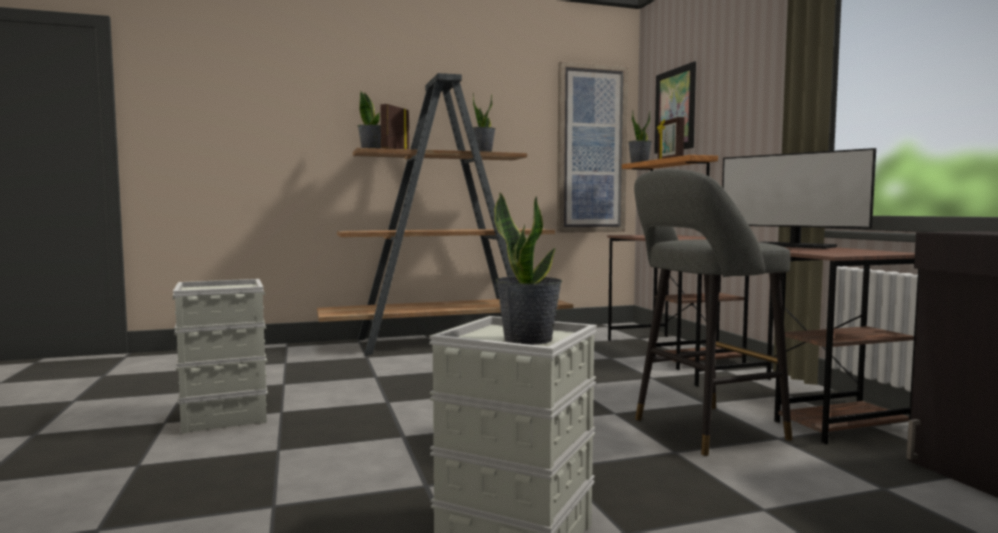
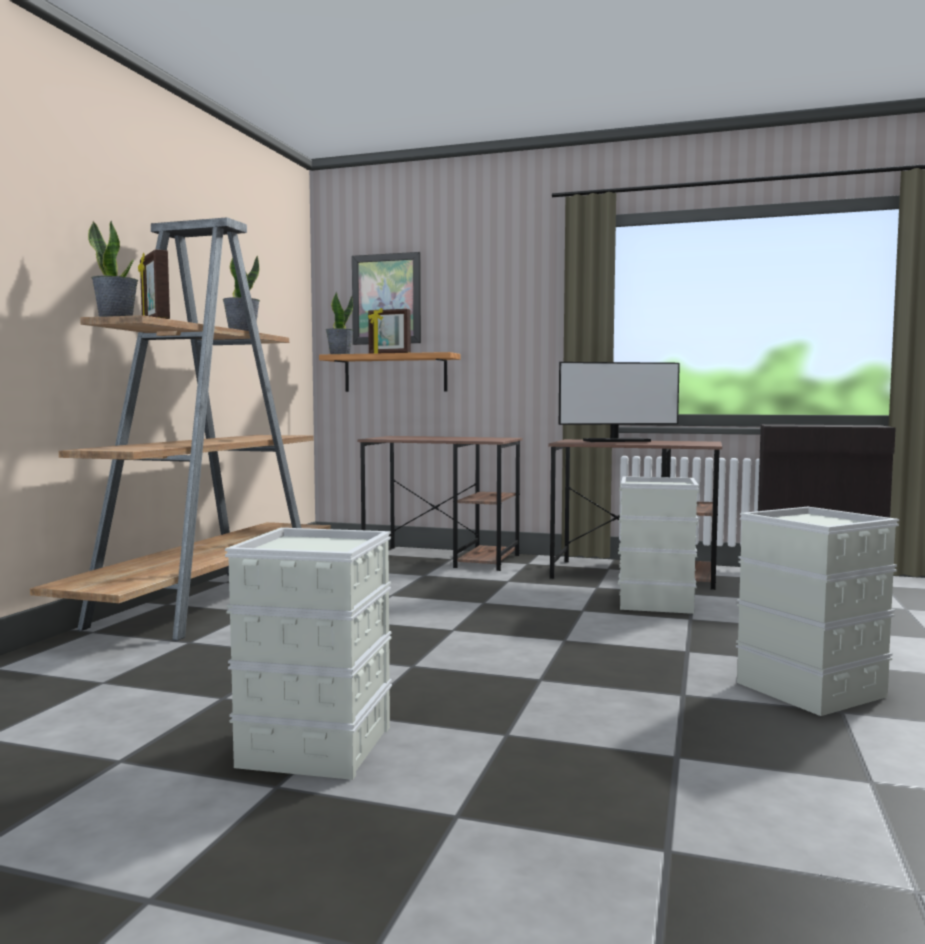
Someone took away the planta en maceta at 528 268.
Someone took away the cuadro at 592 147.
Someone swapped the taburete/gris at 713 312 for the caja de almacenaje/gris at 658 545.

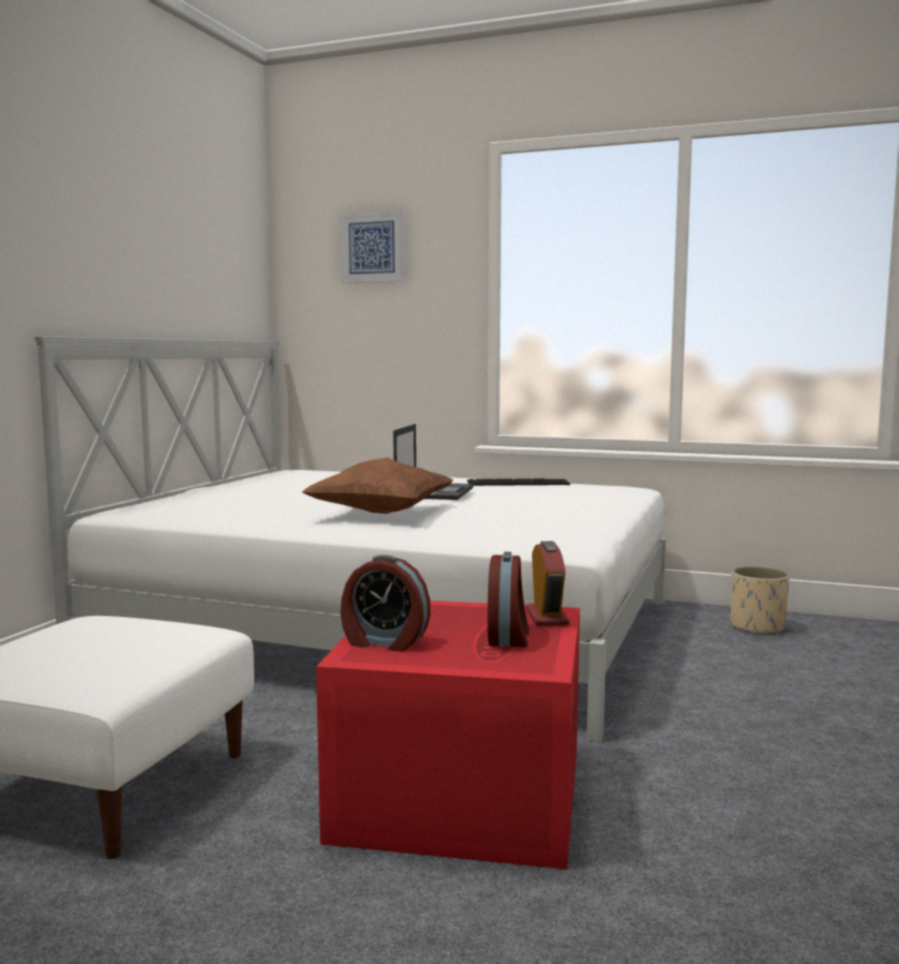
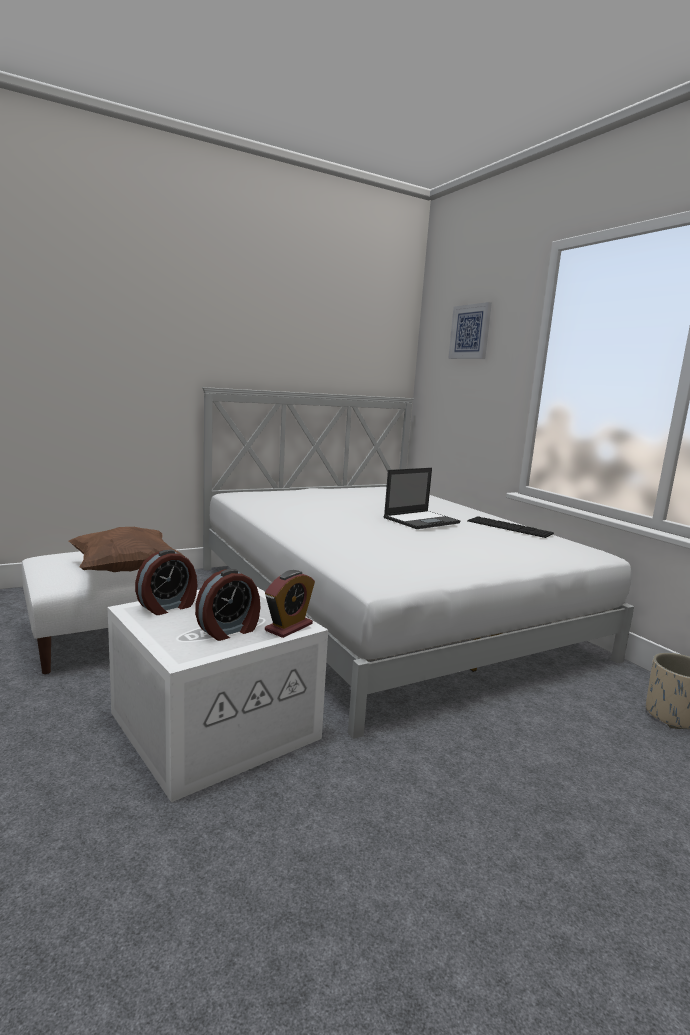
Someone carried the cojín/marrón from 377 485 to 127 549.
Someone repainted the caja de almacenaje/rojo at 448 735, which became the caja de almacenaje/blanco at 218 695.
Someone rotated the despertador at 385 603 by 105 degrees counterclockwise.

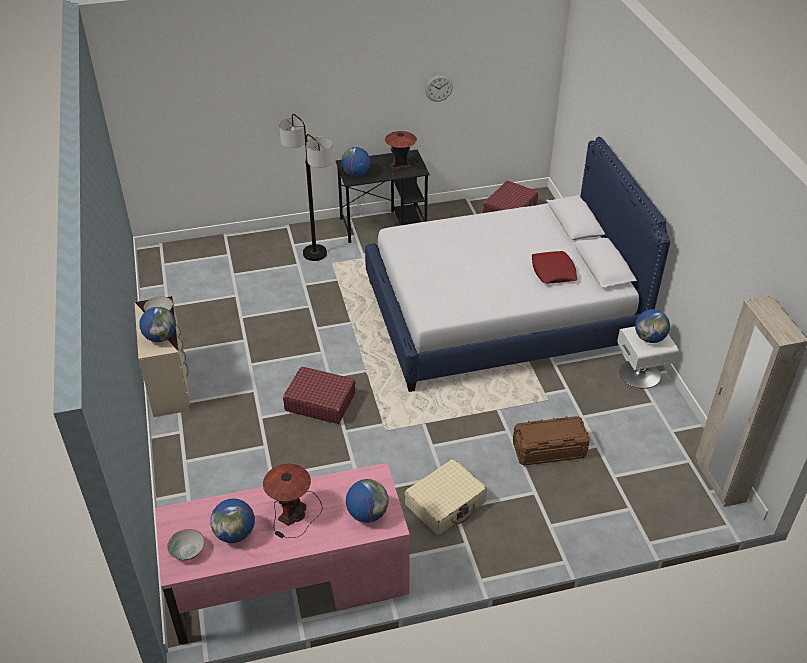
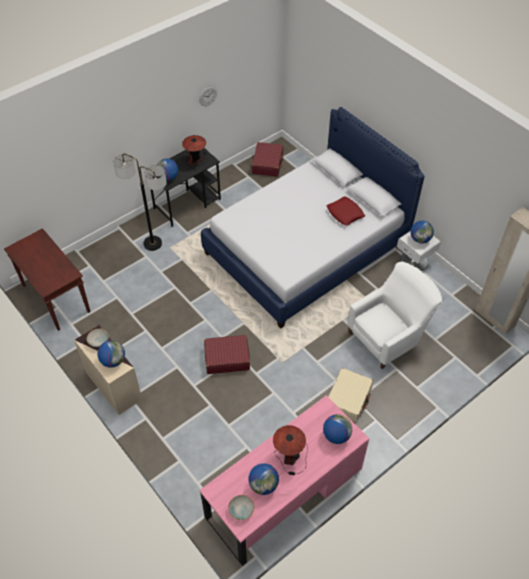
Someone put down the mesa consola/marrón at 47 279.
Someone swapped the caja de almacenaje/marrón at 551 441 for the sillón/blanco at 395 315.

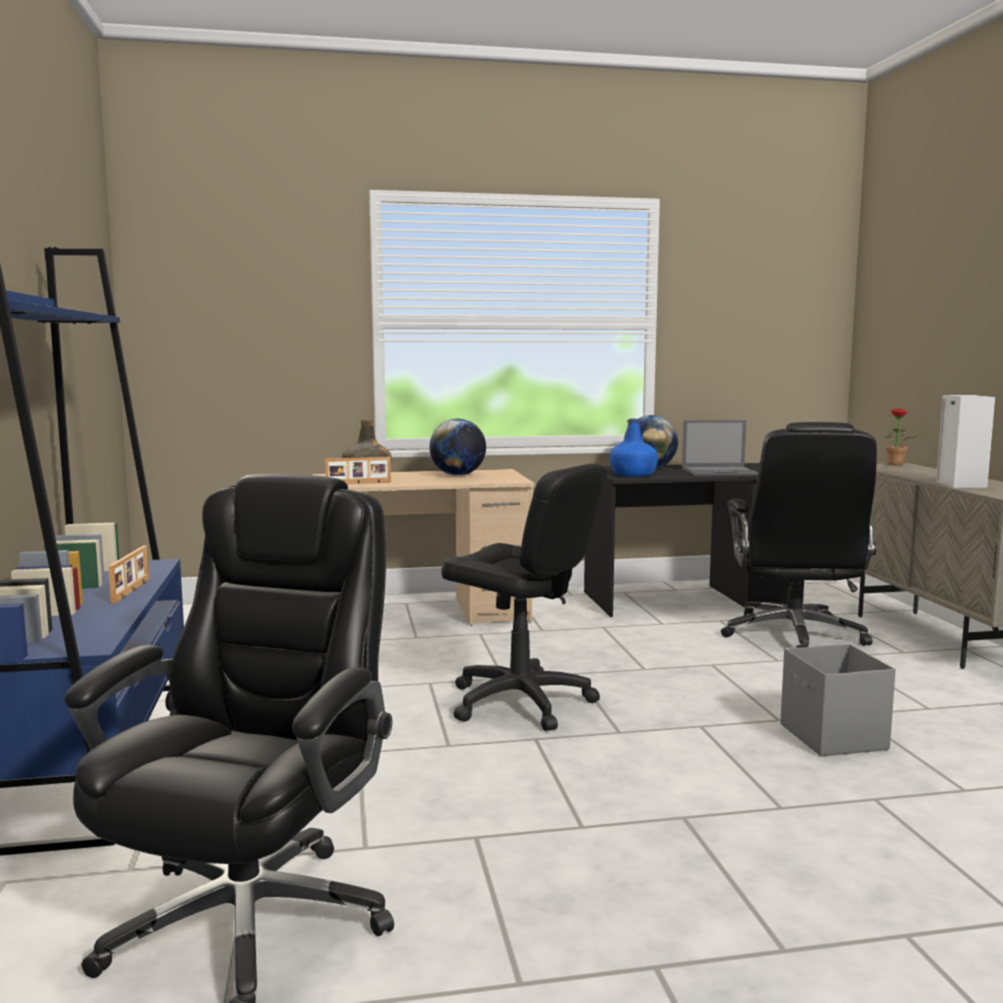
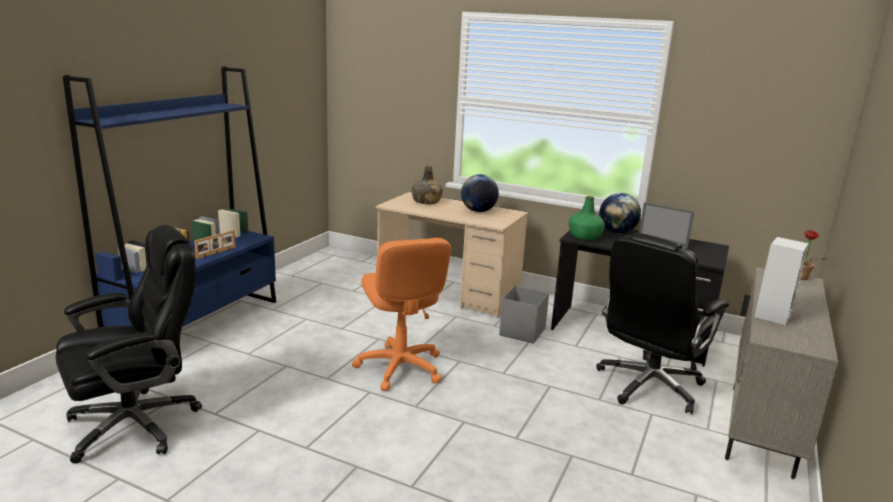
Someone took away the portarretratos at 358 470.
Someone carried the caja de almacenaje/gris from 838 700 to 524 314.
Someone repainted the silla de oficina/negro at 524 597, which became the silla de oficina/naranja at 401 314.
Someone repainted the botella/azul at 633 447, which became the botella/verde at 587 218.

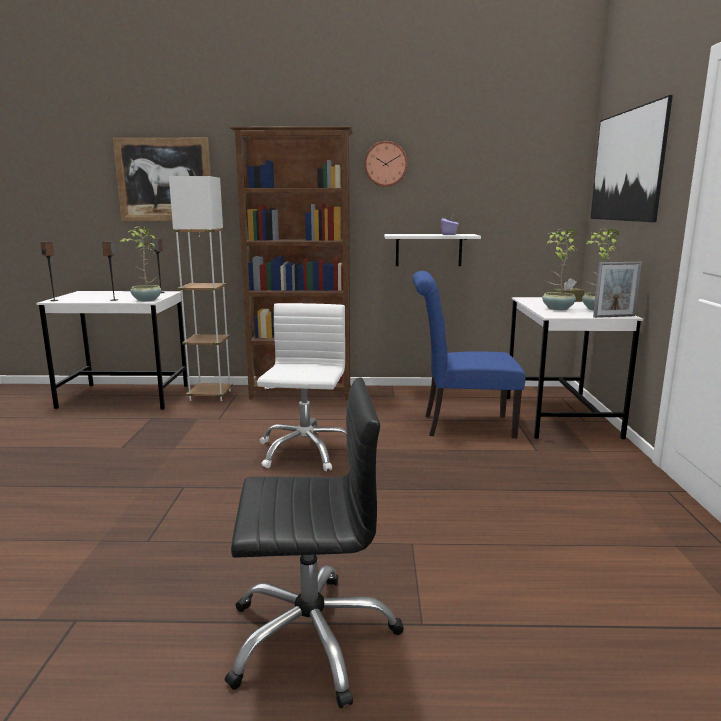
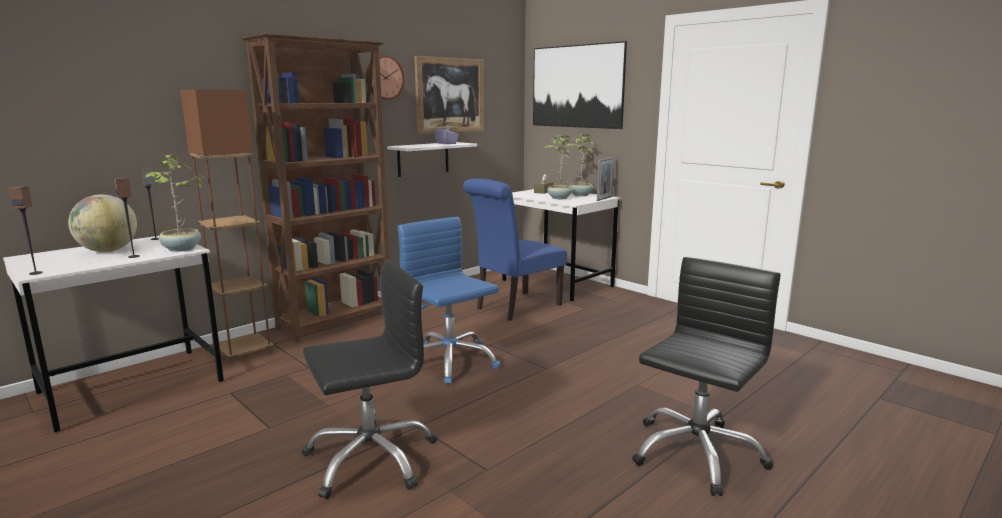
Someone put down the globo terráqueo at 102 223.
Someone put down the silla de oficina/negro at 369 379.
Someone carried the cuadro from 162 179 to 449 95.
Someone repainted the lámpara de pie/blanco at 201 288, which became the lámpara de pie/marrón at 227 227.
Someone repainted the silla de oficina/blanco at 302 387, which became the silla de oficina/azul at 449 301.

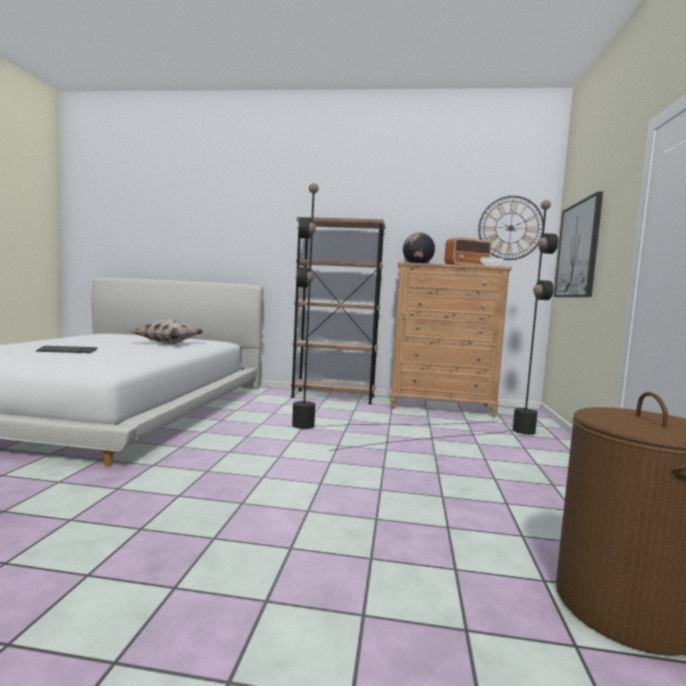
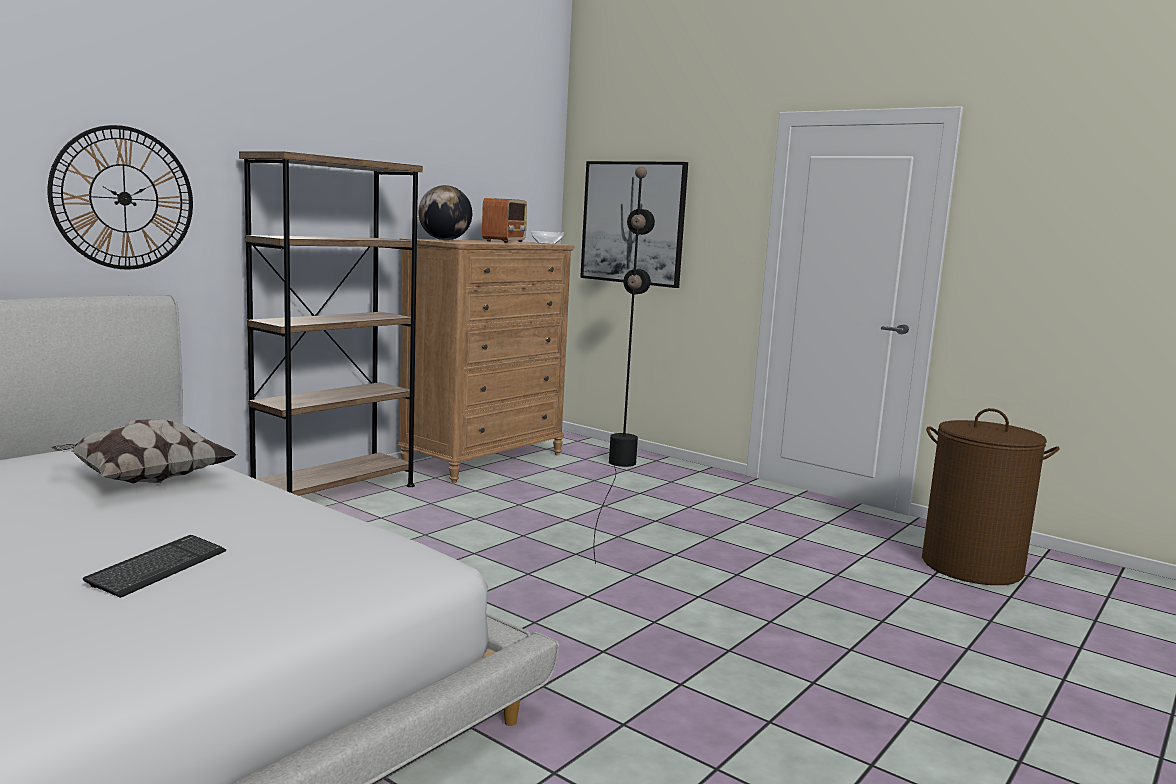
Someone took away the lámpara de pie/negro at 393 306.
Someone carried the reloj de pared from 510 228 to 120 197.

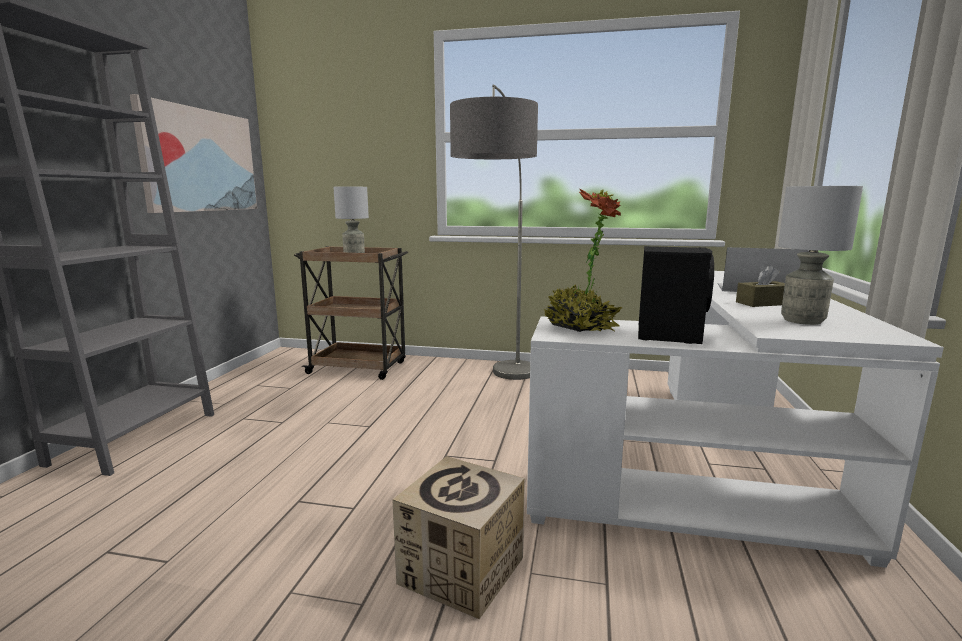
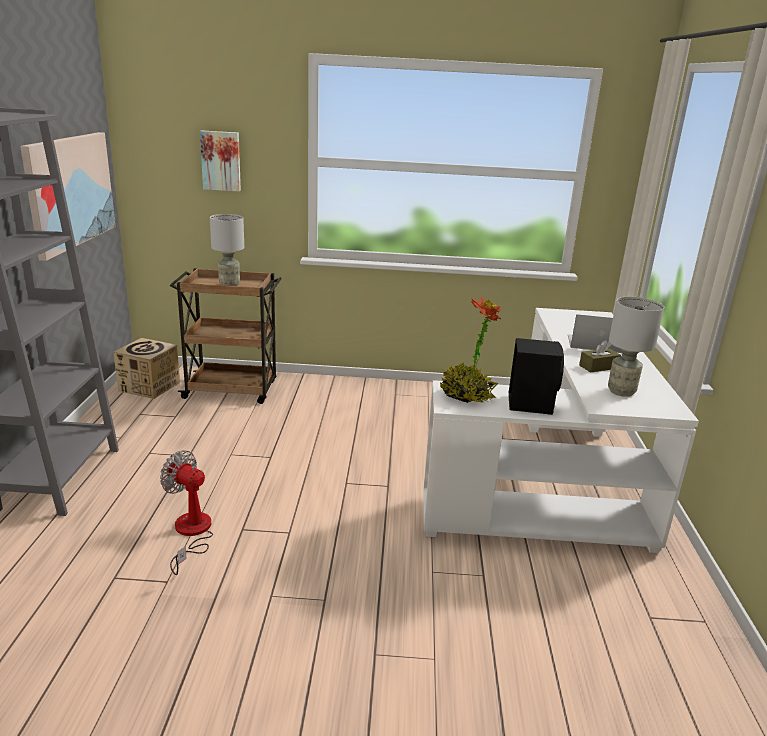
Someone took away the lámpara de pie at 494 232.
Someone put down the ventilador at 186 512.
Someone put up the cuadro at 220 161.
Someone carried the caja de cartón from 458 537 to 146 368.

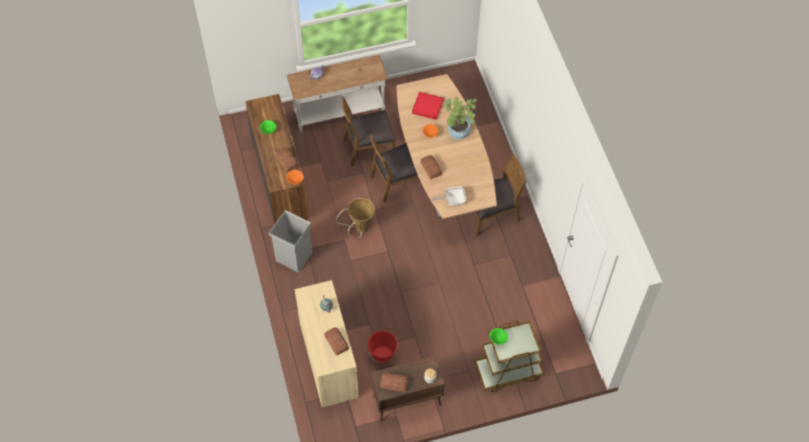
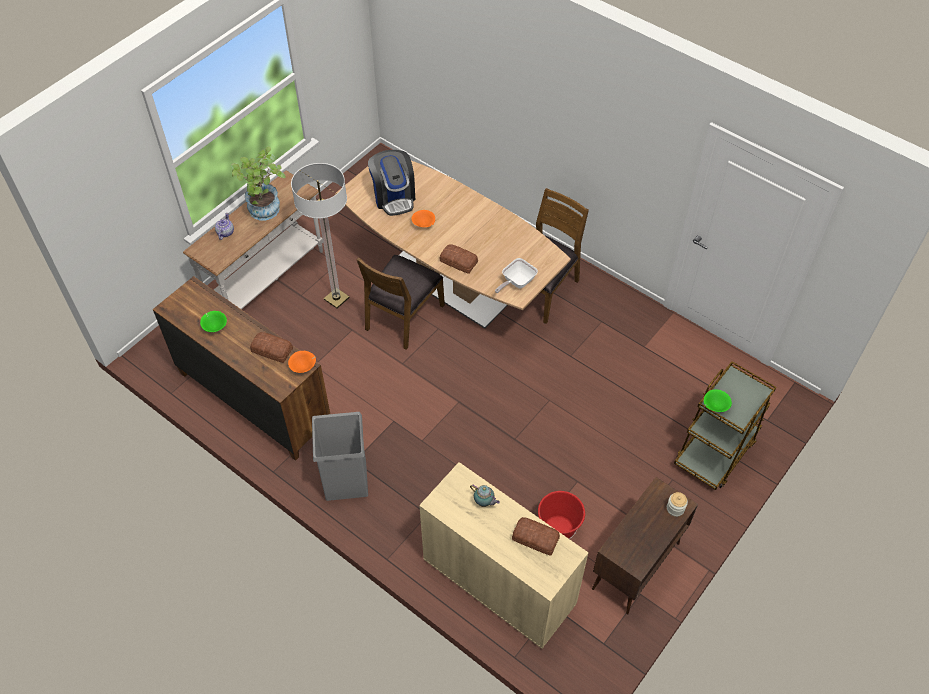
Someone took away the cesta at 355 218.
Someone took away the pan at 394 382.
Someone carried the planta en maceta from 460 118 to 258 183.
Someone swapped the silla/marrón at 368 131 for the lámpara de pie at 320 235.
Someone swapped the bandeja/rojo at 428 106 for the cafetera at 391 183.

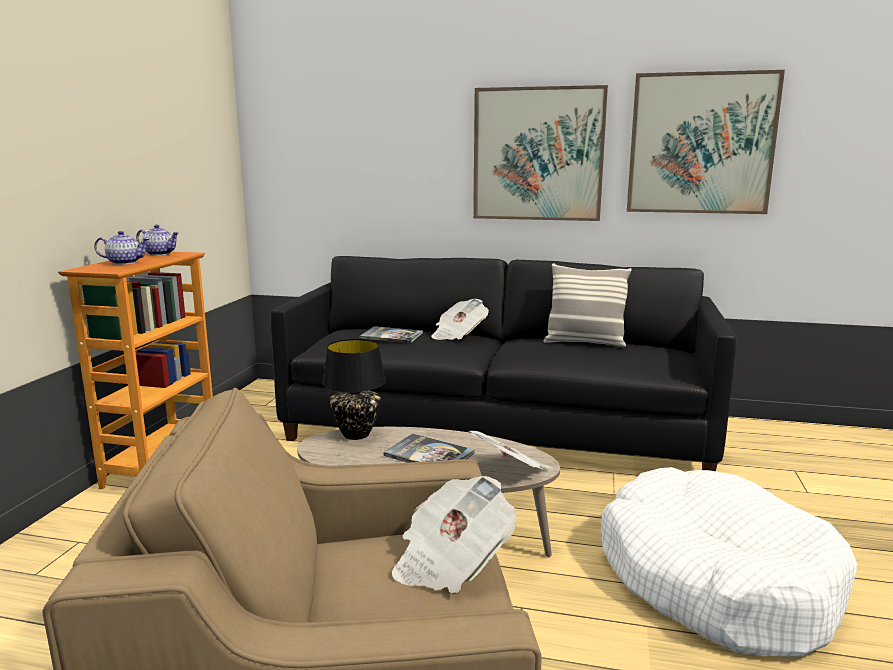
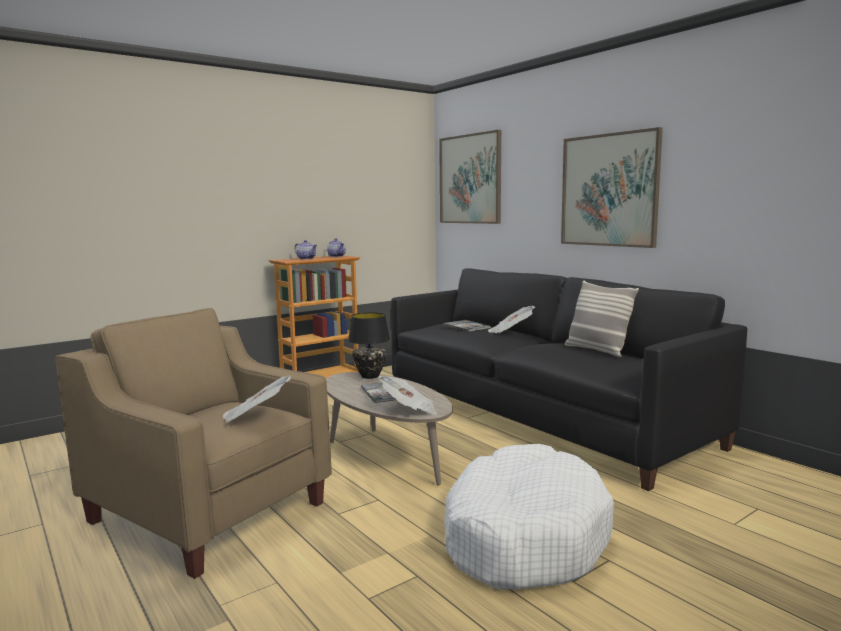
Someone carried the cuadro from 706 142 to 470 177.

